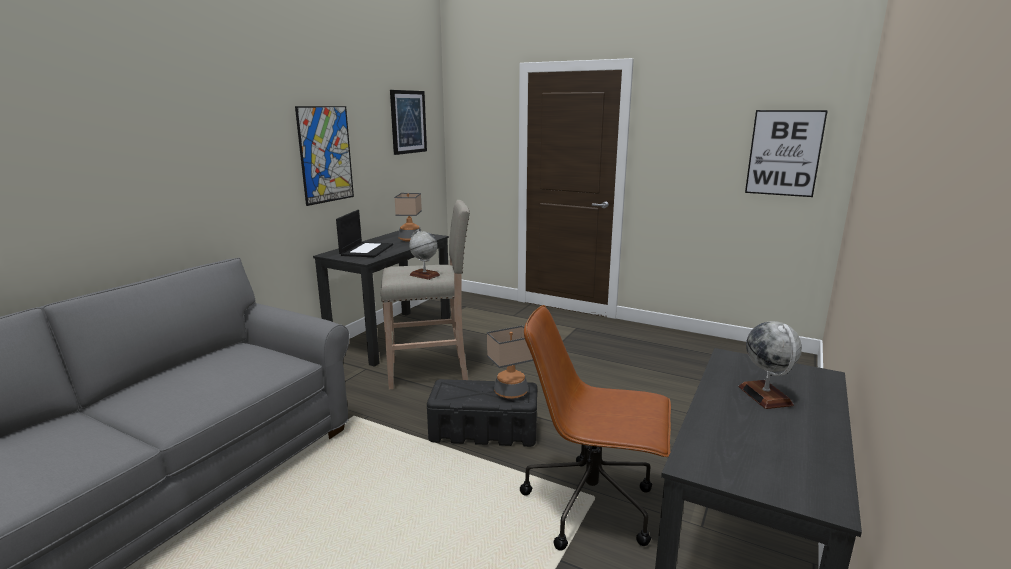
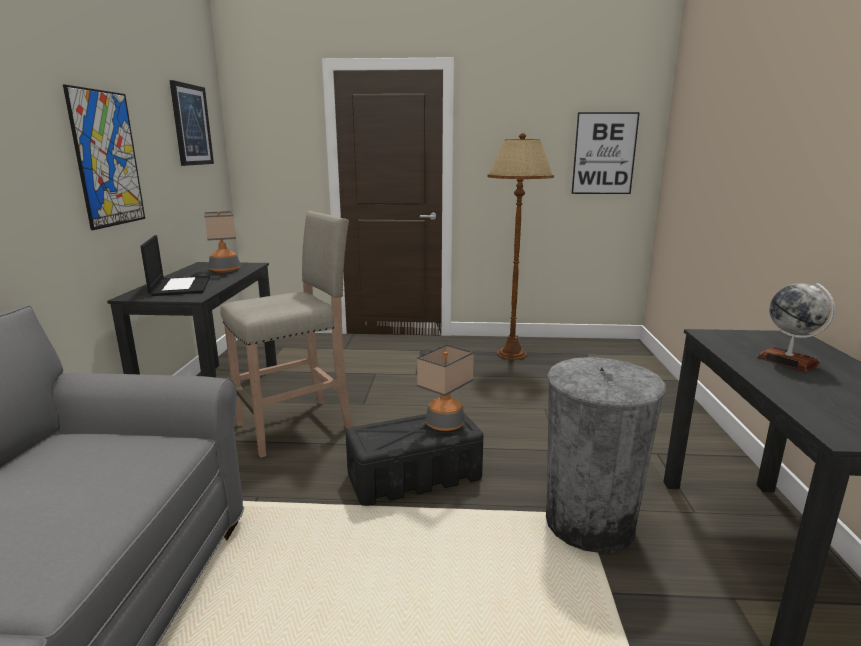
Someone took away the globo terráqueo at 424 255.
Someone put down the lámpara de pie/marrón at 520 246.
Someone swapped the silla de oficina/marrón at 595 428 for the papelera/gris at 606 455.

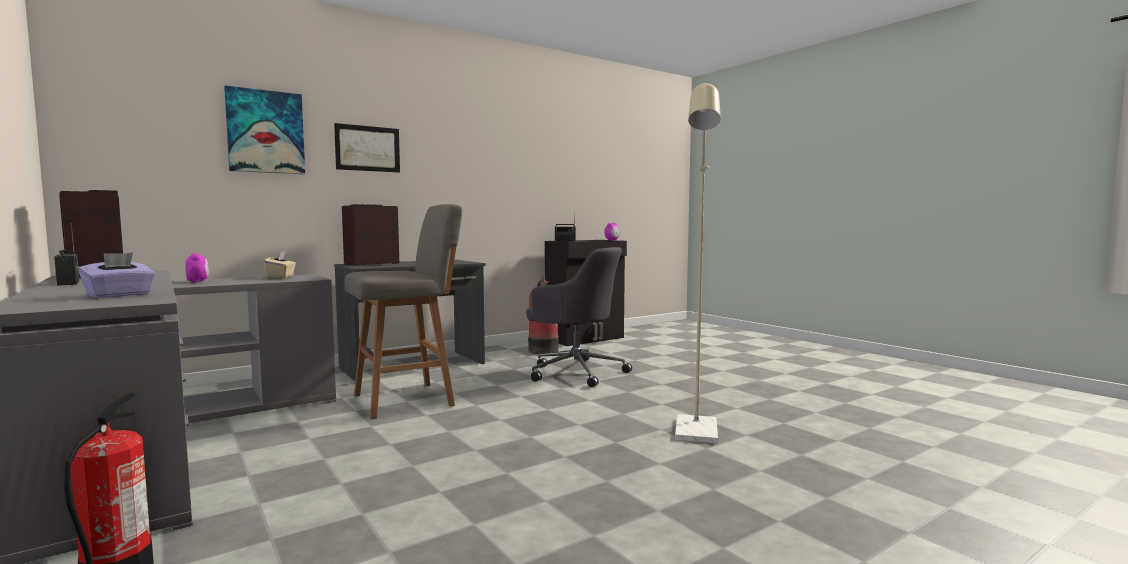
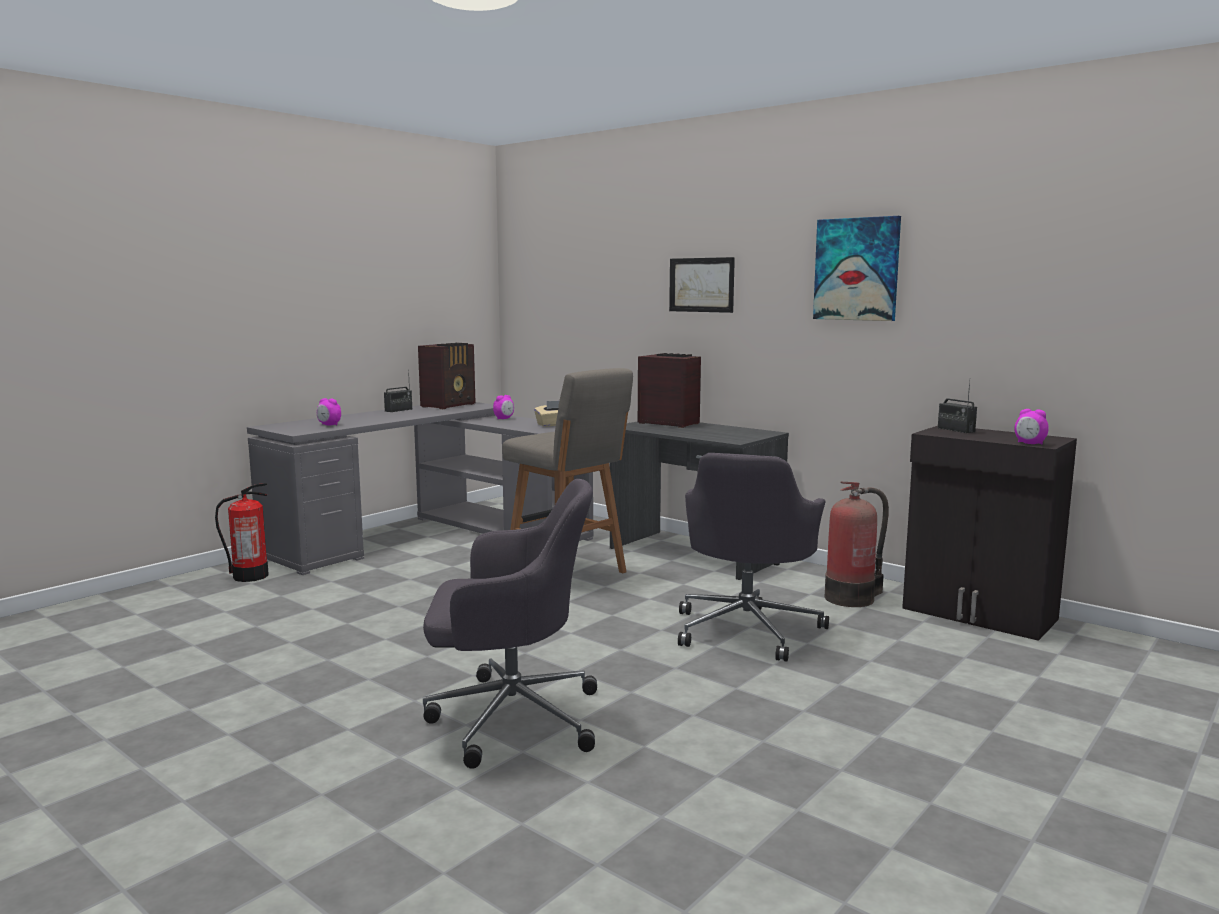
Someone carried the cuadro from 264 129 to 857 268.
Someone swapped the caja de pañuelos/morado at 116 275 for the despertador at 329 411.
Someone swapped the lámpara de pie/beis at 698 263 for the silla de oficina/gris at 510 624.

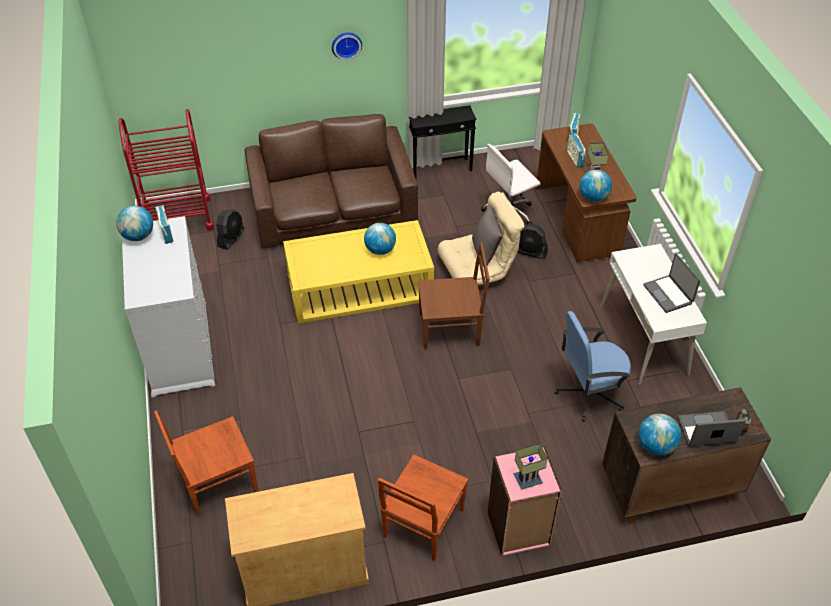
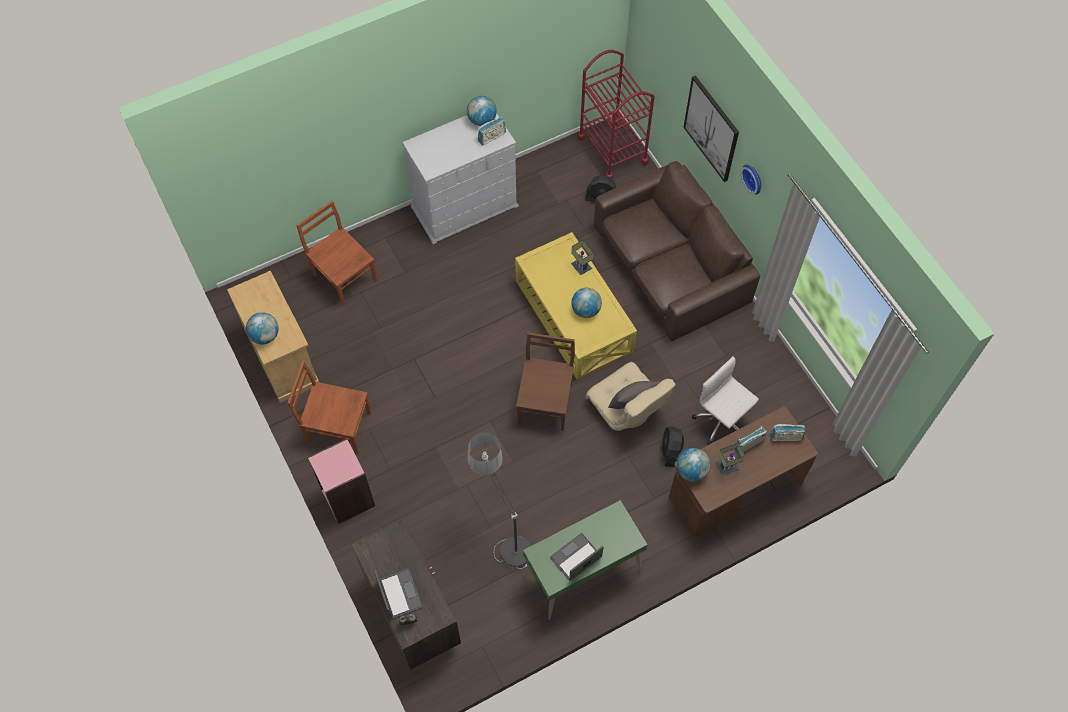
Someone took away the mesa auxiliar/negro at 442 141.
Someone put up the cuadro at 711 128.
Someone carried the lámpara de mesa from 530 466 to 582 257.
Someone carried the globo terráqueo from 659 435 to 262 328.
Someone swapped the silla de oficina/azul at 592 366 for the lámpara de pie at 499 500.
Someone repainted the escritorio/blanco at 653 314, which became the escritorio/verde at 585 560.
Someone rotated the silla/marrón at 454 296 by 150 degrees counterclockwise.

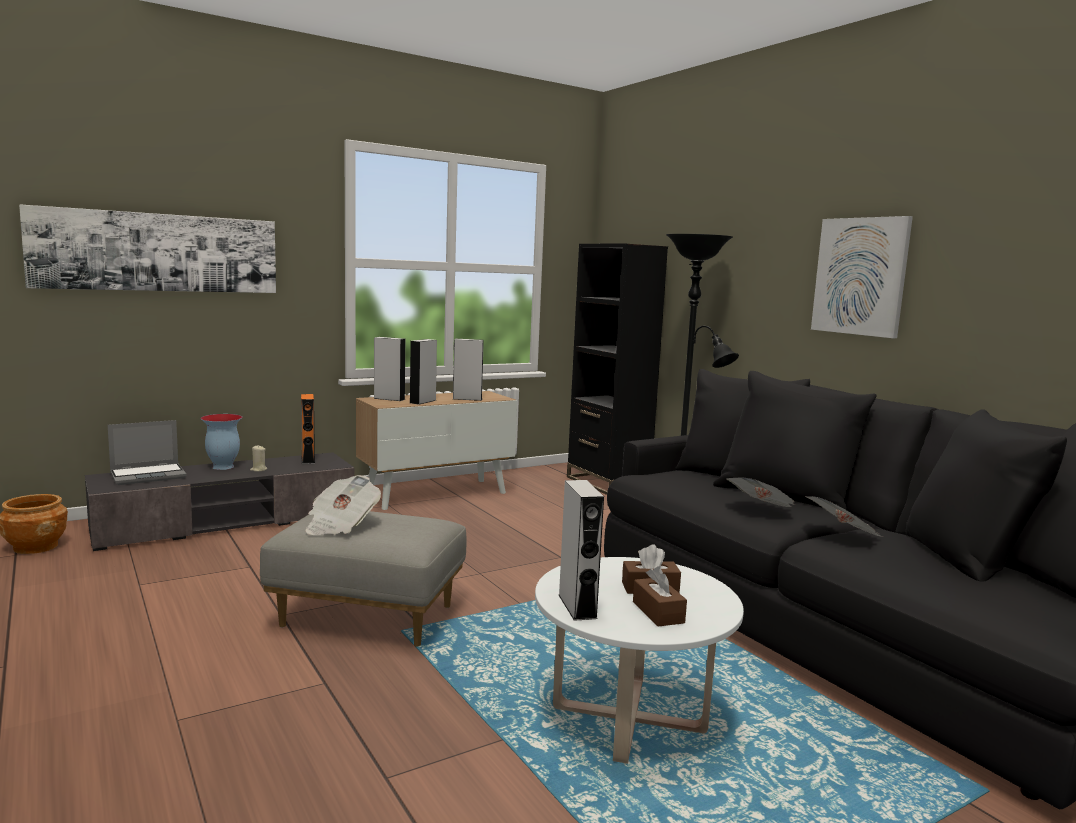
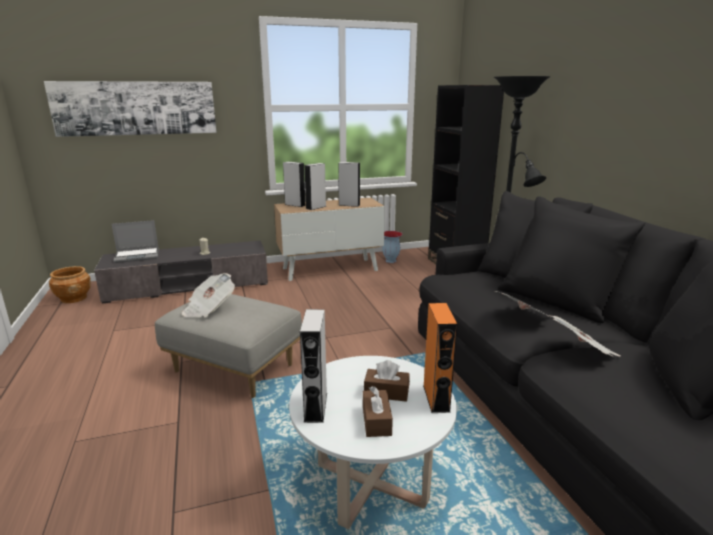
Someone took away the cuadro at 862 277.
Someone carried the florero from 221 442 to 392 247.
Someone carried the altavoz/naranja from 308 429 to 440 358.

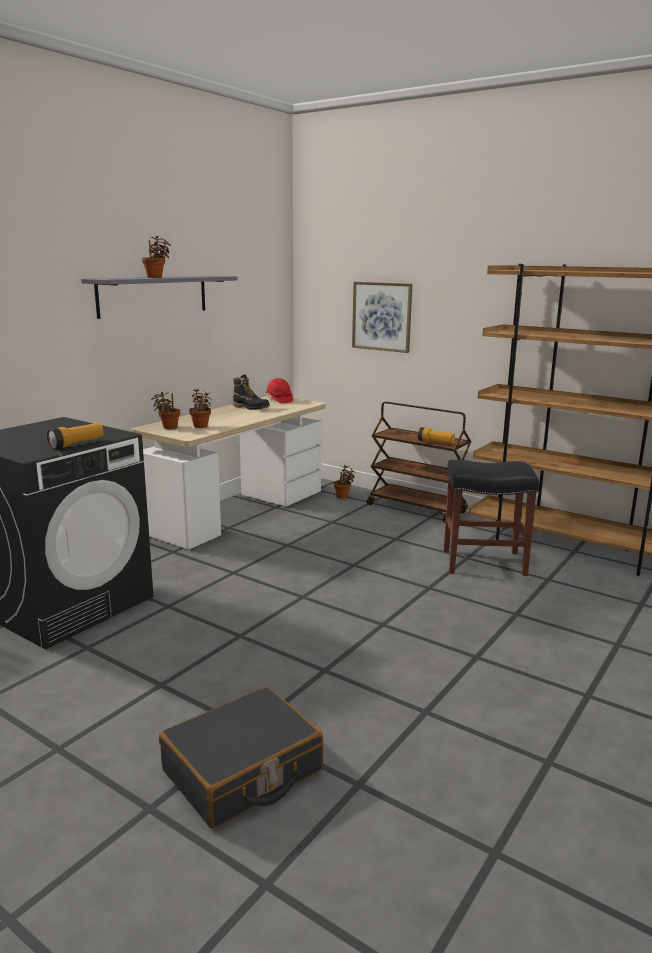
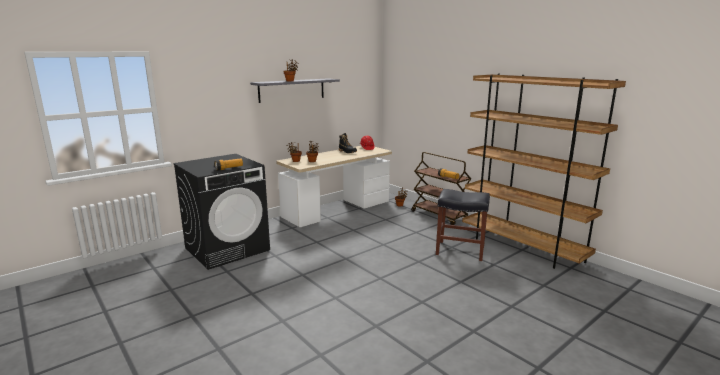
Someone took away the maleta/negro at 241 757.
Someone took away the cuadro at 382 317.

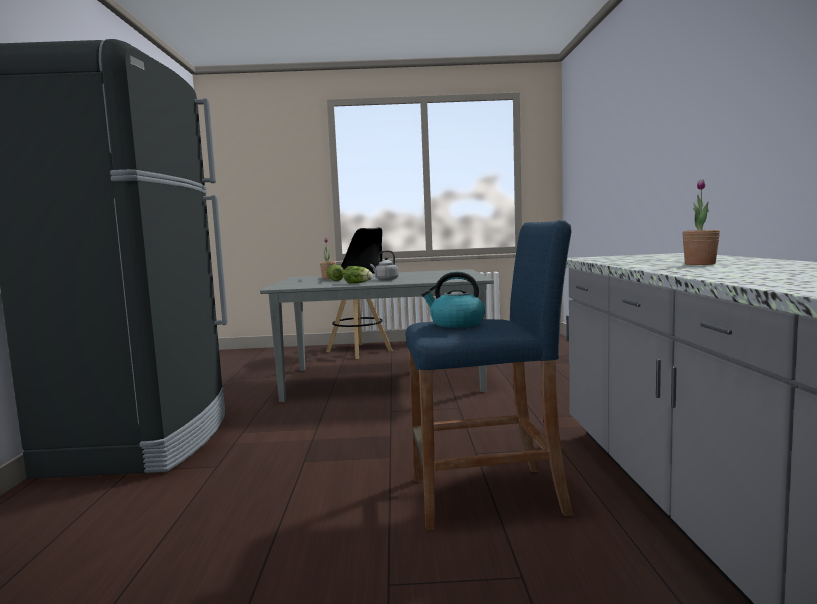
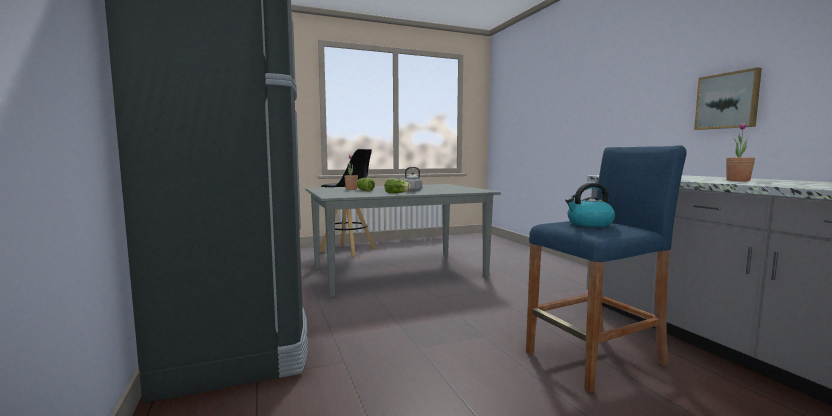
Someone put up the cuadro at 728 98.

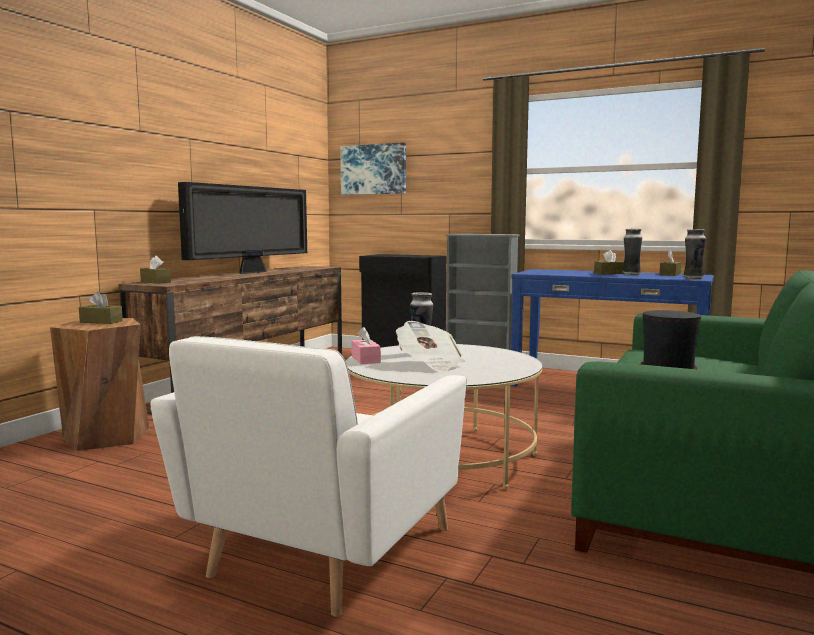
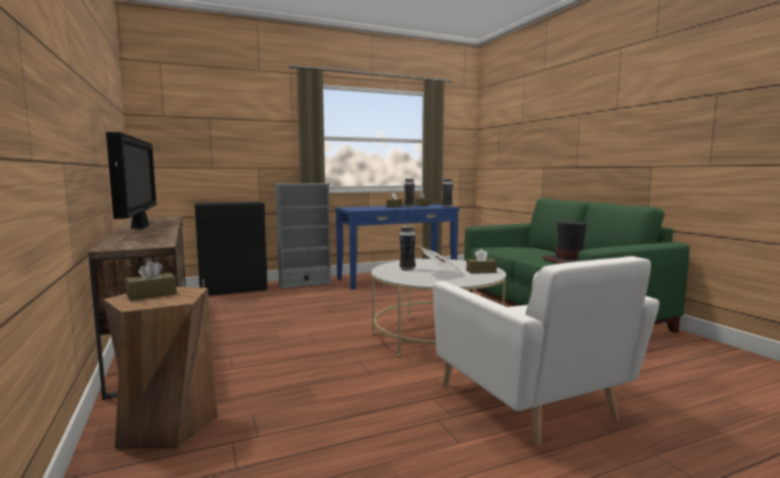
Someone took away the cuadro at 373 168.
Someone took away the caja de pañuelos/rosa at 366 345.
Someone carried the caja de pañuelos/marrón from 155 269 to 481 261.

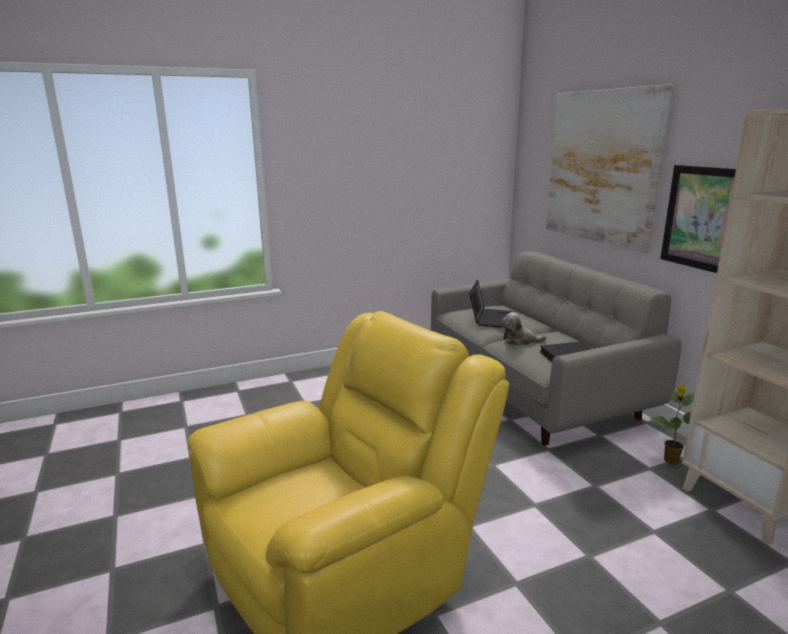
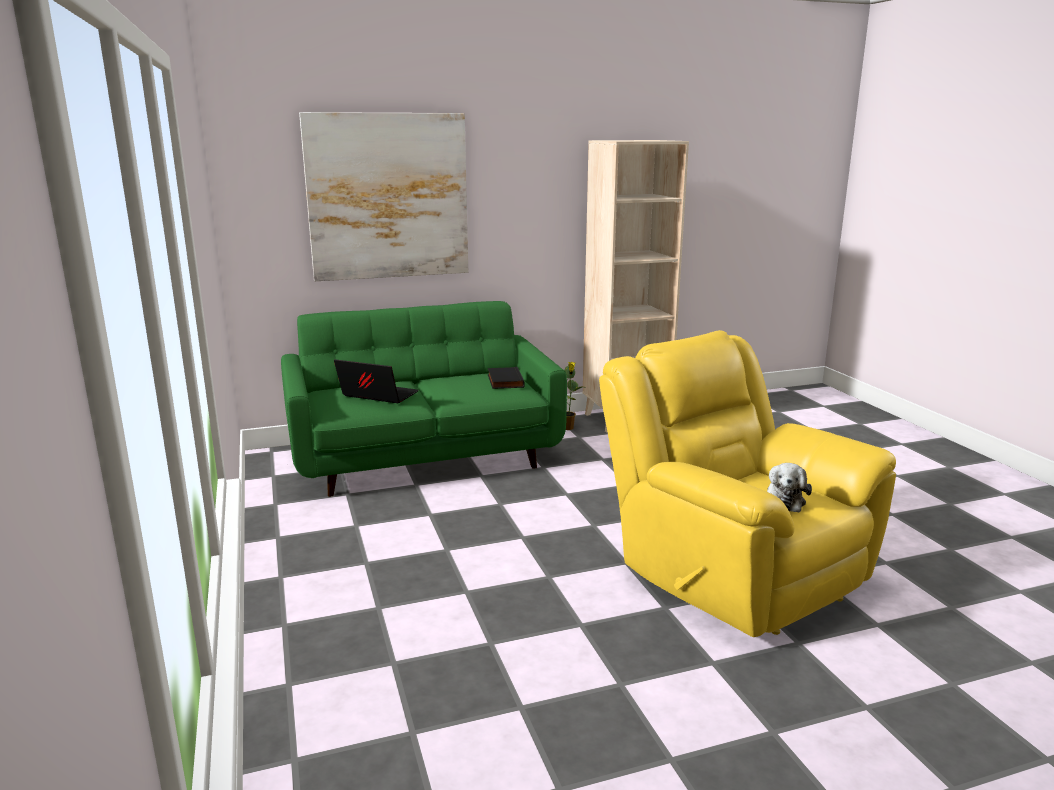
Someone took away the cuadro at 698 219.
Someone carried the peluche from 524 329 to 789 487.
Someone repainted the sofá/gris at 556 348, which became the sofá/verde at 424 399.

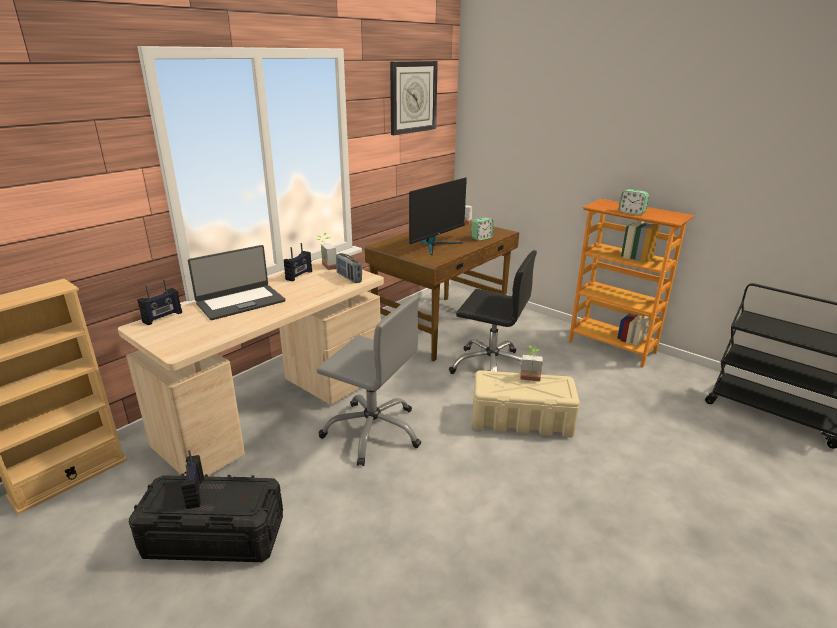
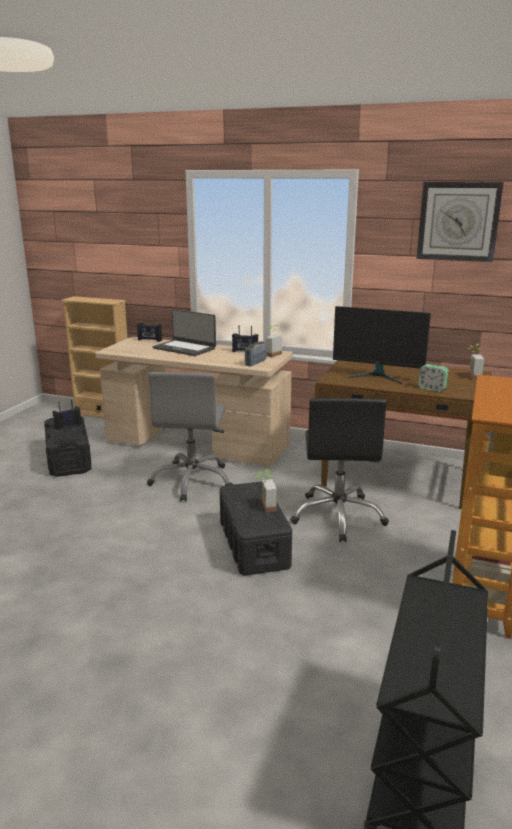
Someone took away the despertador at 634 202.
Someone repainted the caja de almacenaje/beis at 526 403, which became the caja de almacenaje/negro at 256 529.

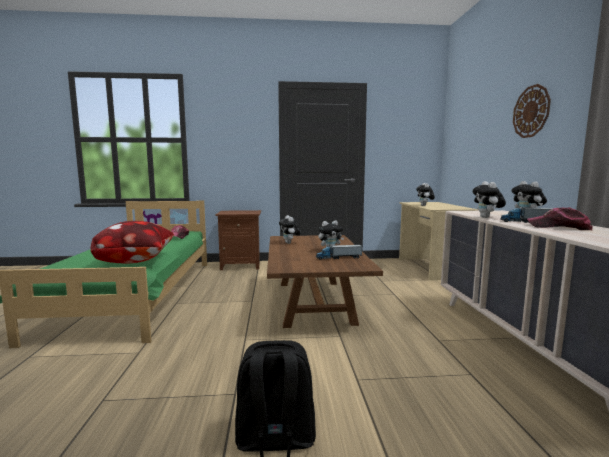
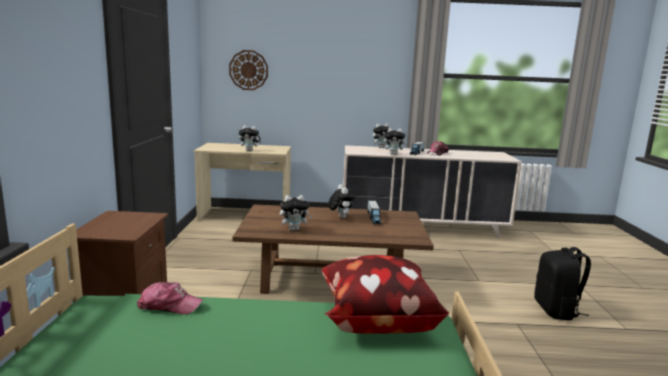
Someone carried the reloj de pared from 532 111 to 248 70.

